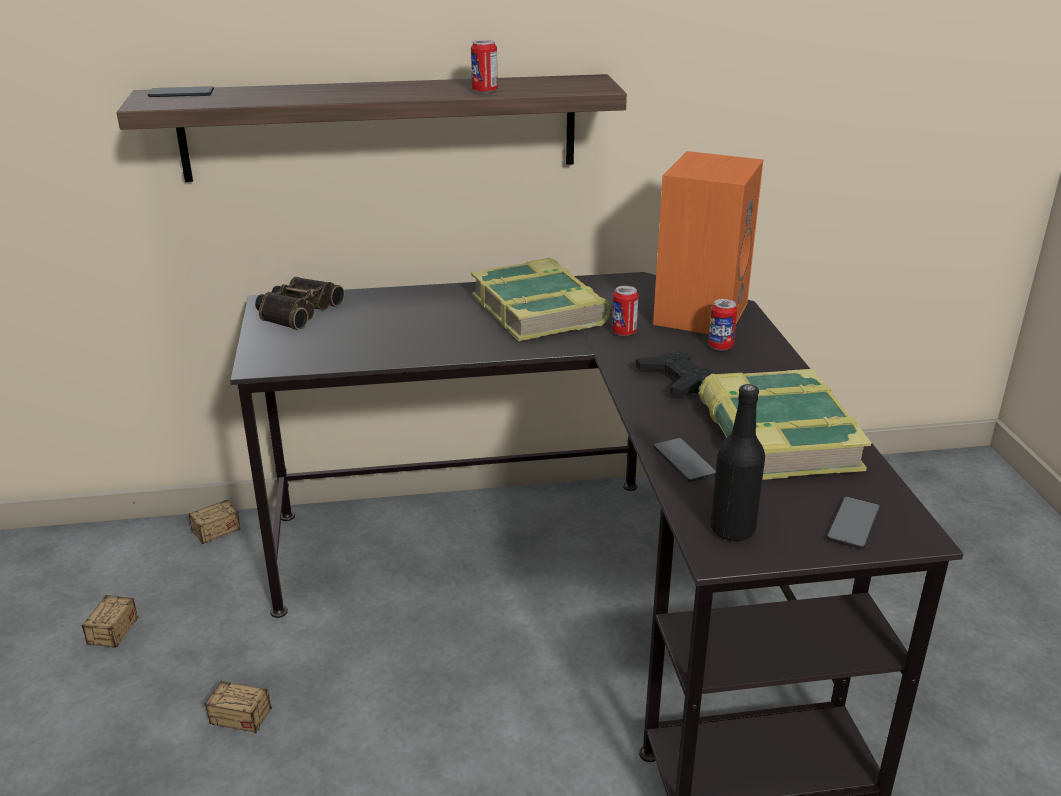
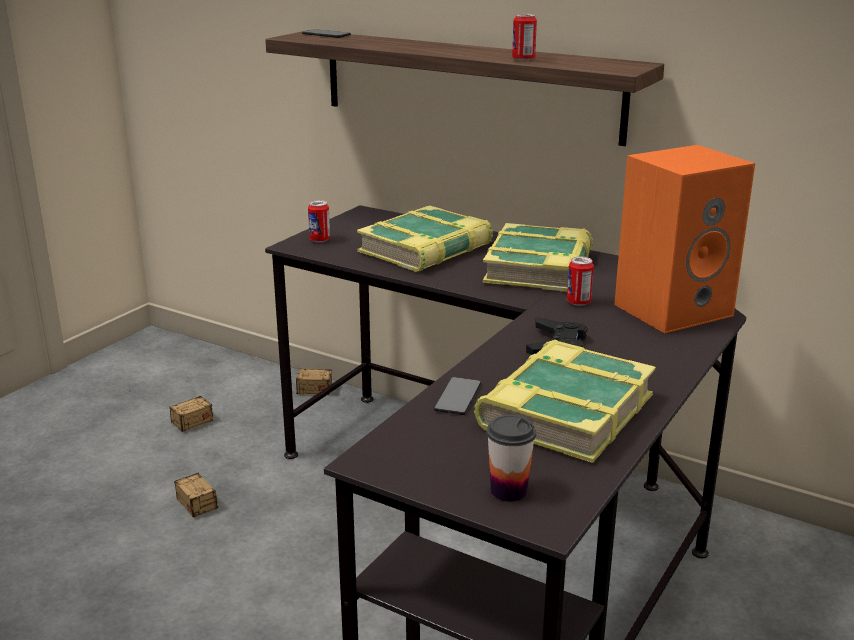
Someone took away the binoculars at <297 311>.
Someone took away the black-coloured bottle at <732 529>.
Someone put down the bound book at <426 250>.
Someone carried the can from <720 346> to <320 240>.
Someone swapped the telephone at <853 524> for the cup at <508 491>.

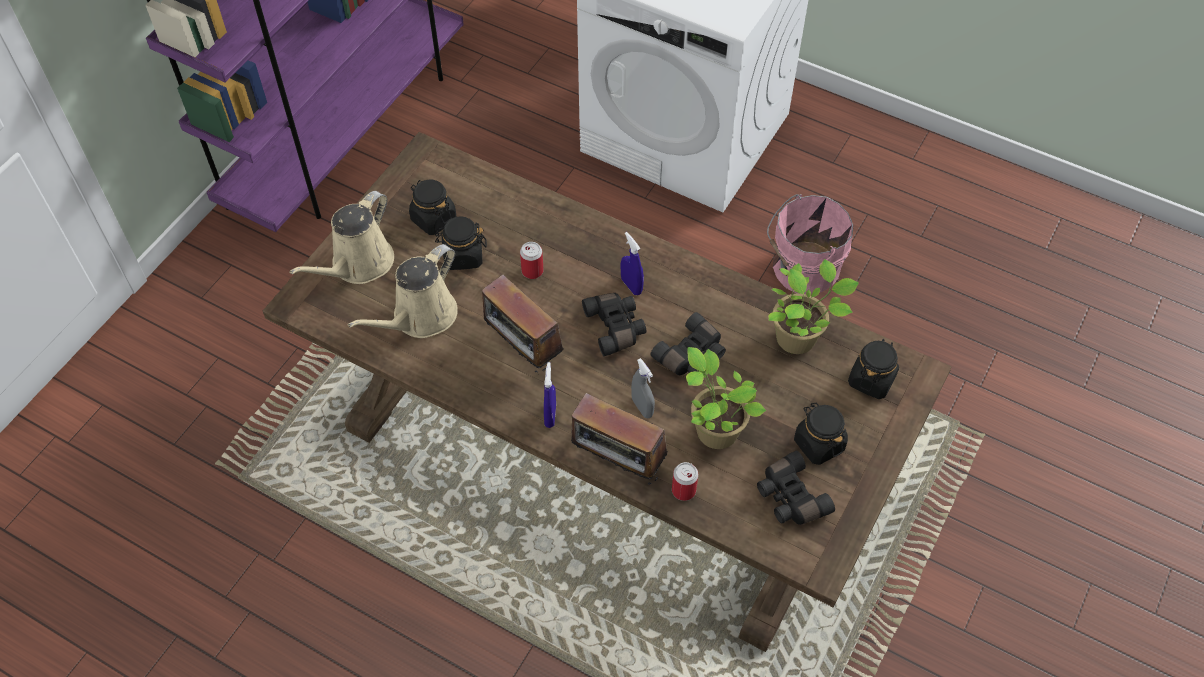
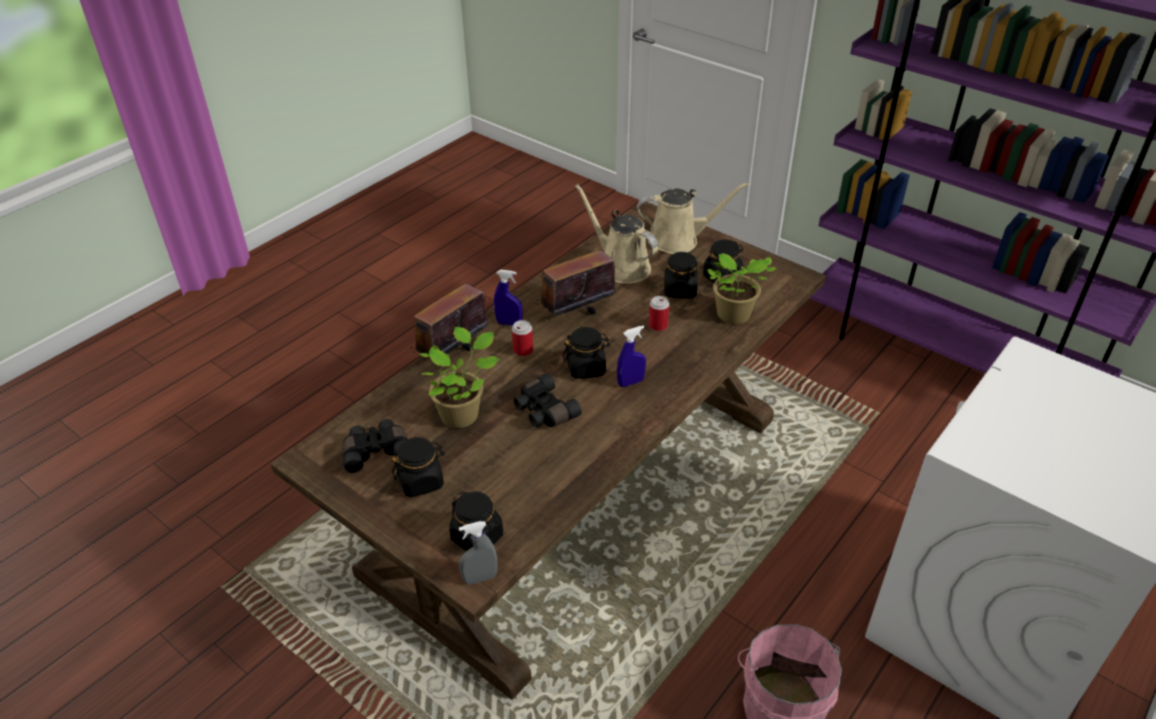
Someone carried the greyish spray bottle from <642 407> to <480 578>.
Someone carried the can from <683 490> to <523 350>.
Someone carried the plant in a pot from <799 338> to <733 316>.
Someone swapped the black-coloured binoculars at <616 327> for the black-coloured storage jar at <586 368>.
Someone rotated the sand-coloured watering pot at <358 265> by 135 degrees clockwise.

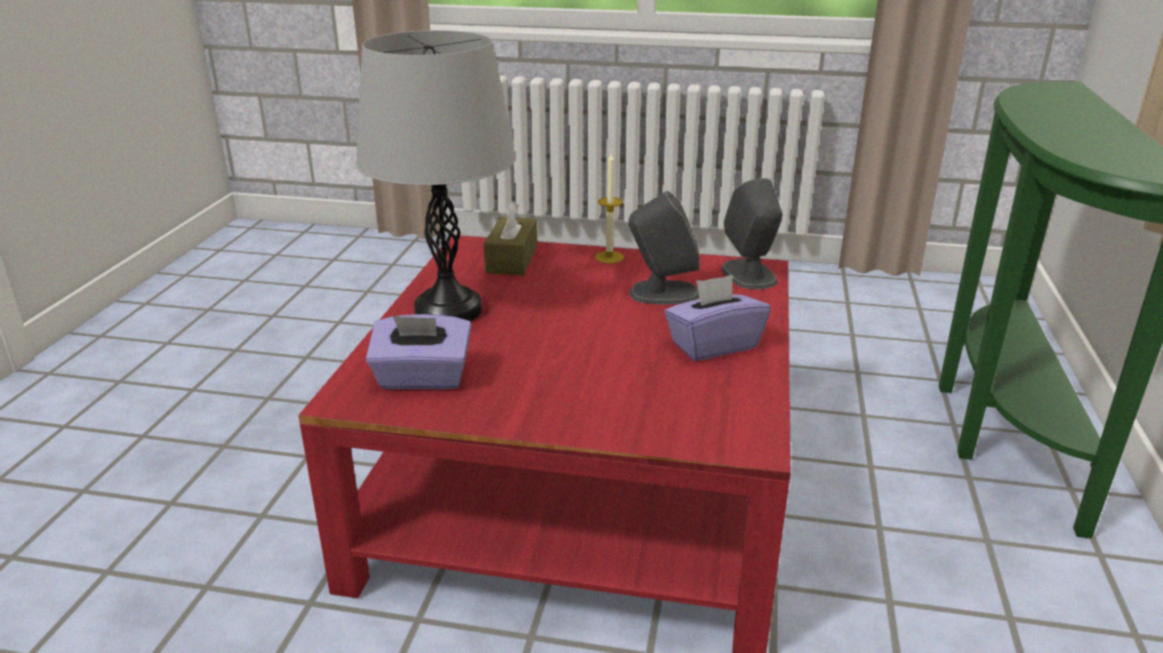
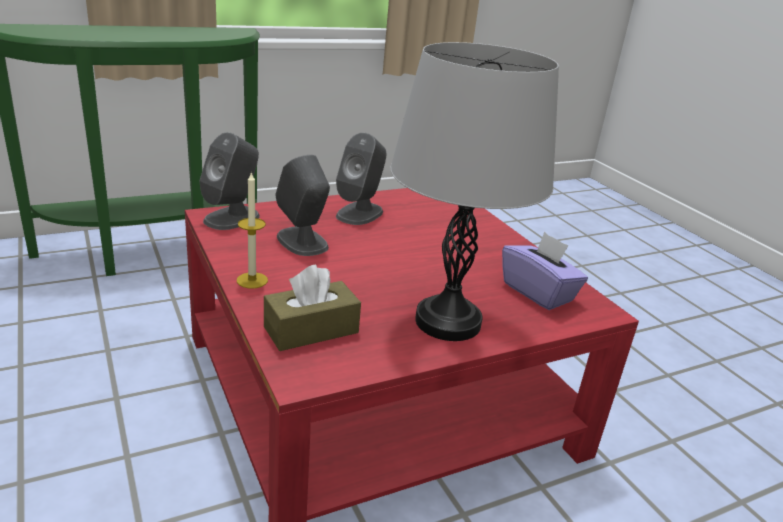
Someone swapped the purple box of tissues at <713 345> for the greyish loudspeaker at <360 213>.

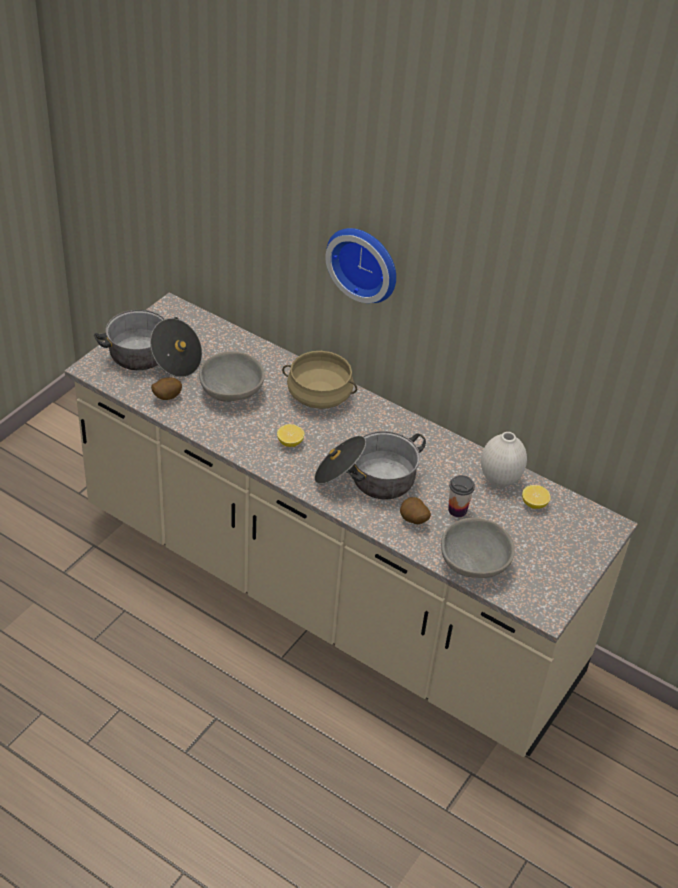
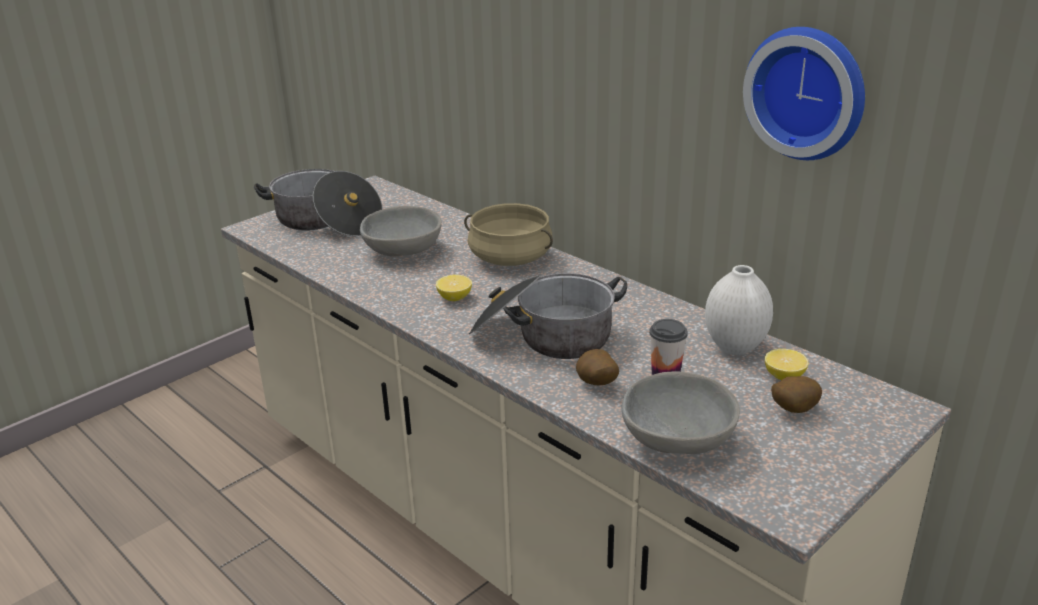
Someone carried the whole potato from <166 397> to <792 410>.
Someone carried the hanging clock from <365 262> to <808 92>.

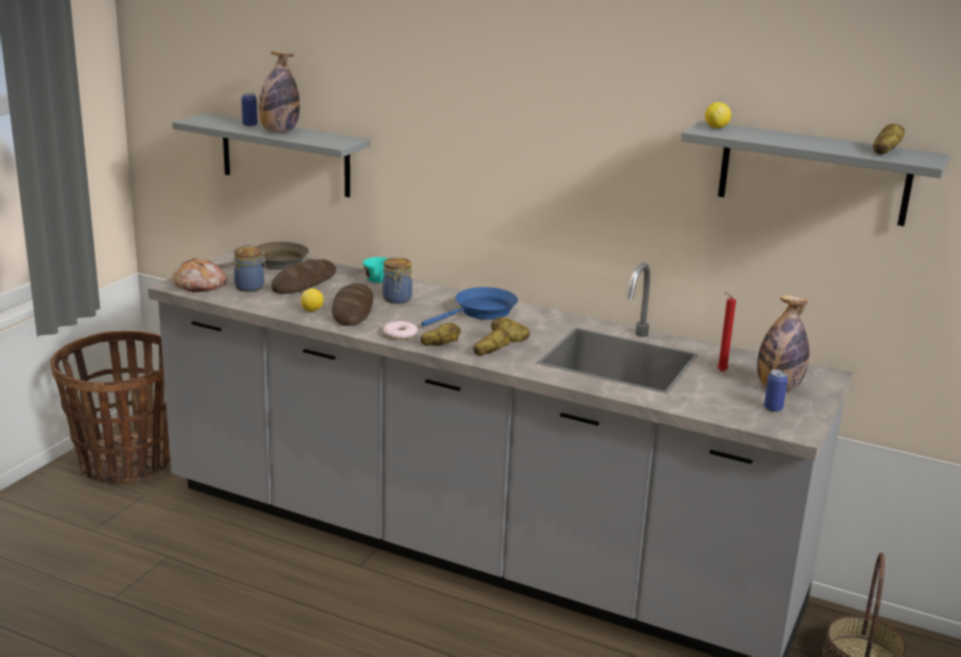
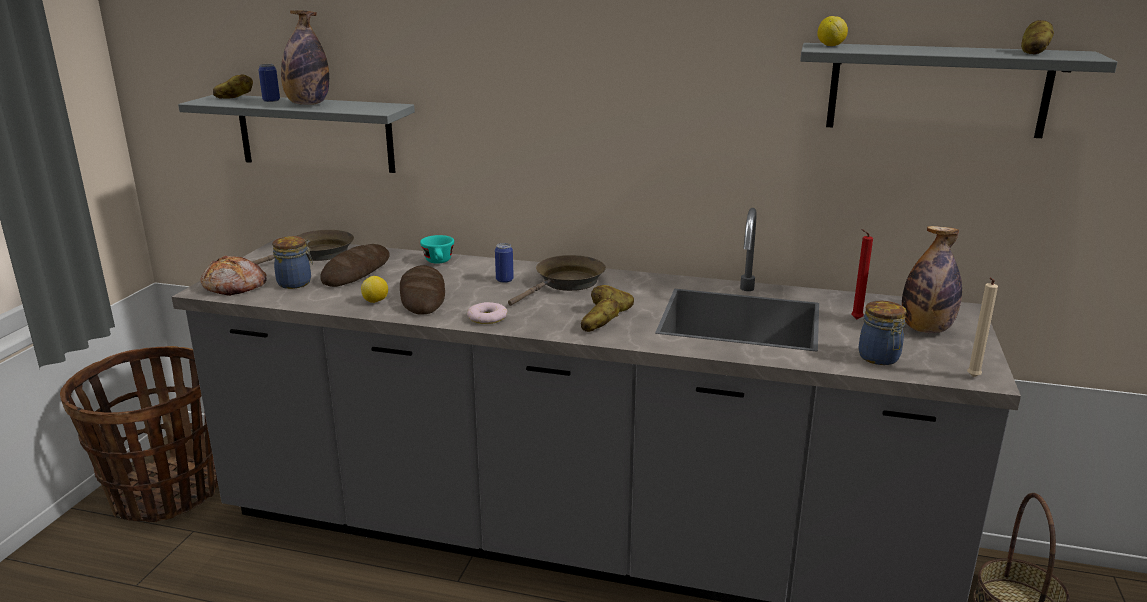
Someone put down the sand-coloured candle at <972 378>.
Someone carried the storage jar from <397 299> to <879 358>.
Someone carried the whole potato from <440 345> to <235 98>.
Someone carried the can from <773 408> to <504 280>.
Someone repainted the bluish frying pan at <481 312>, which became the brown-coloured frying pan at <566 283>.

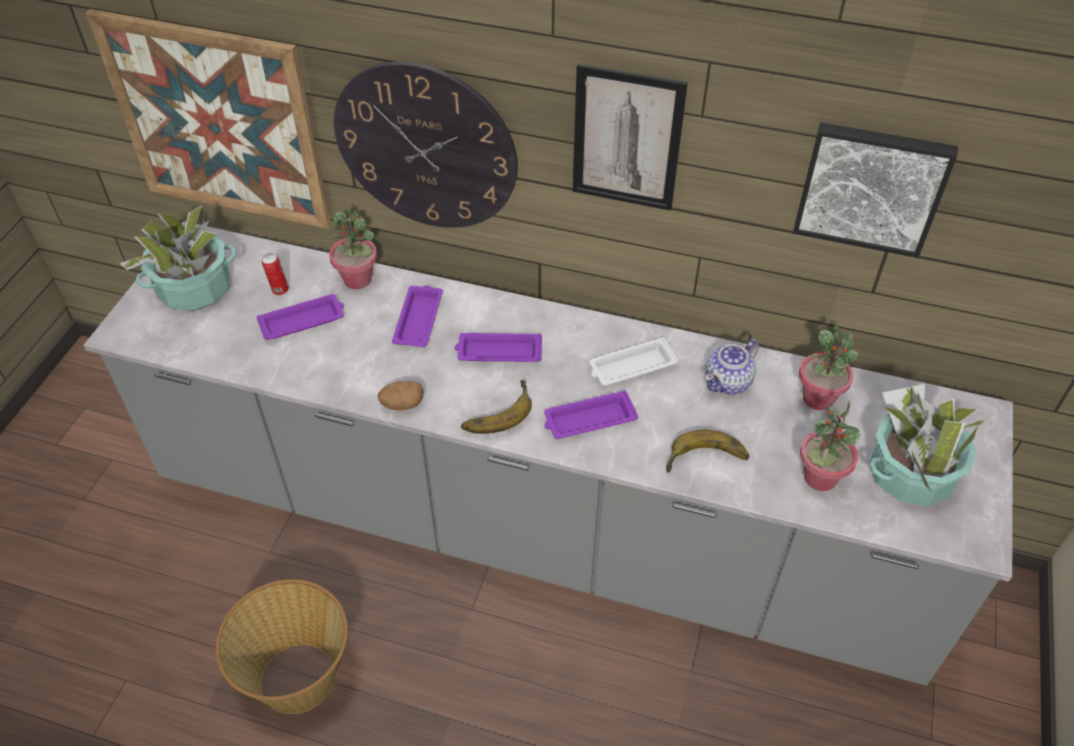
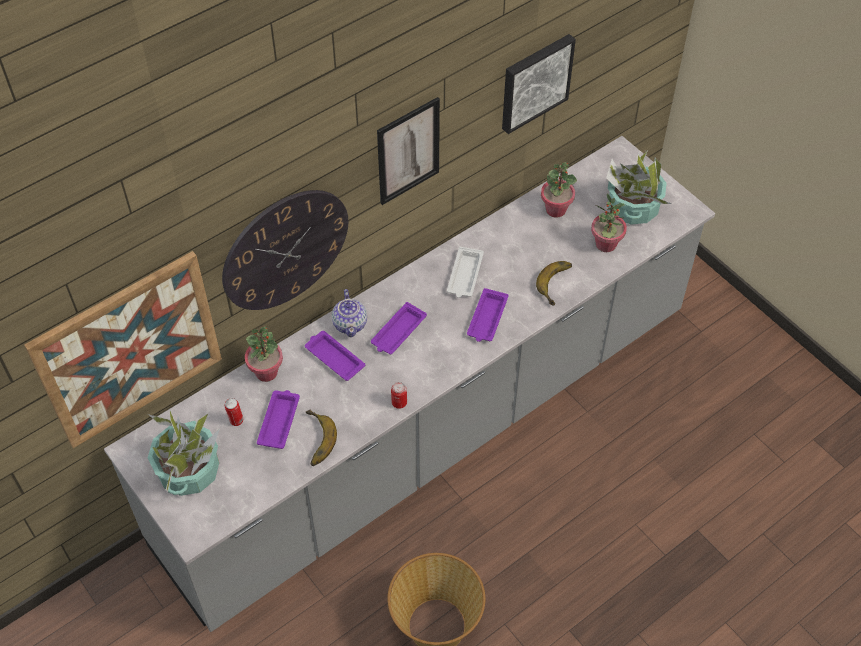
Someone carried the whole banana from <495 411> to <314 440>.
Someone carried the teapot from <728 382> to <350 323>.
Someone swapped the whole potato at <402 404> for the can at <399 402>.

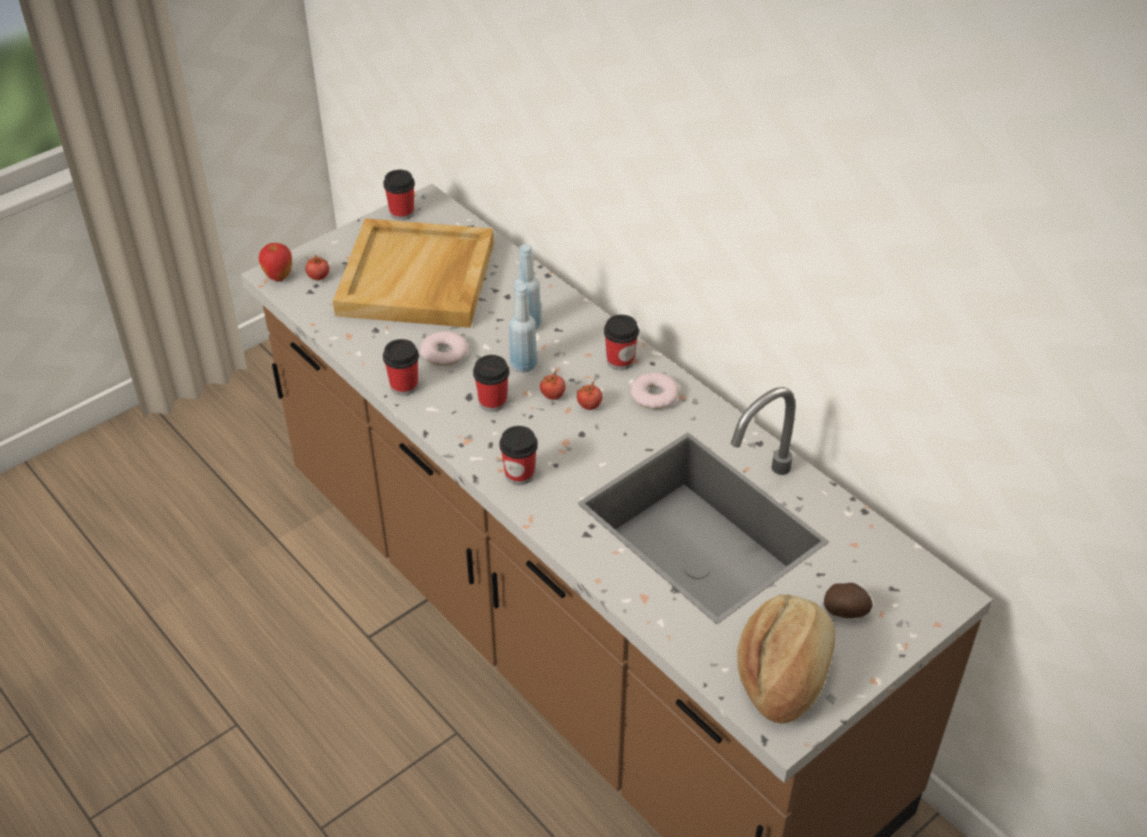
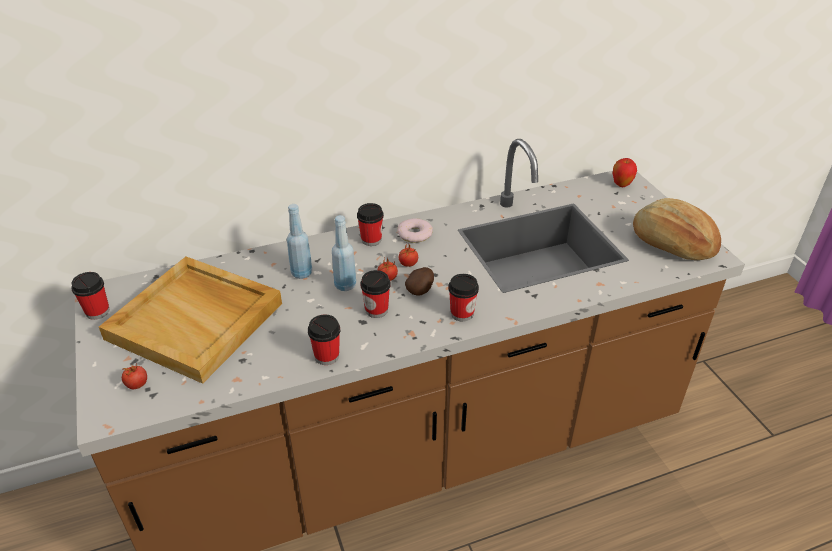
Someone took away the donut at <444 353>.
Someone carried the whole apple from <278 277> to <621 185>.
Someone carried the whole potato from <846 611> to <421 290>.

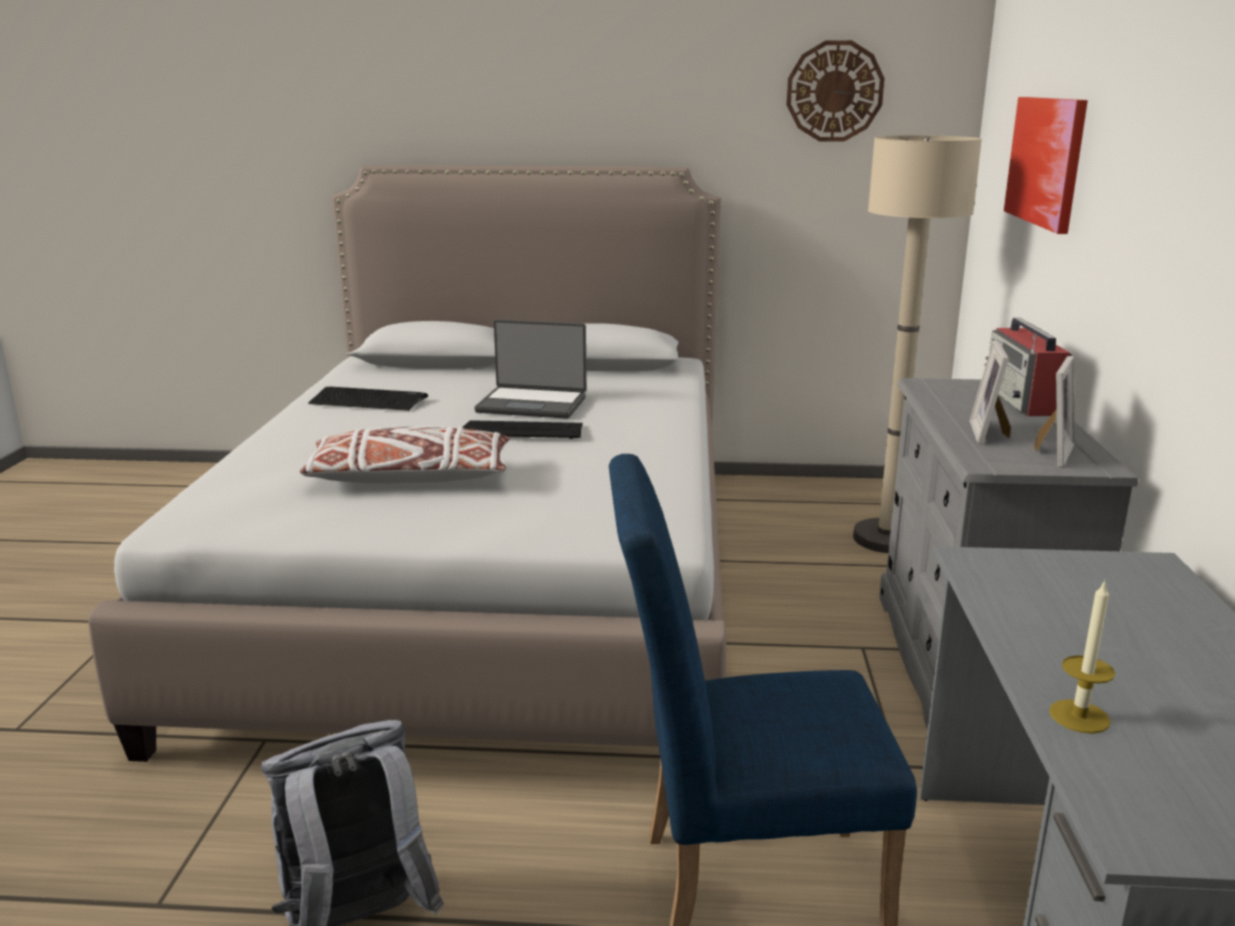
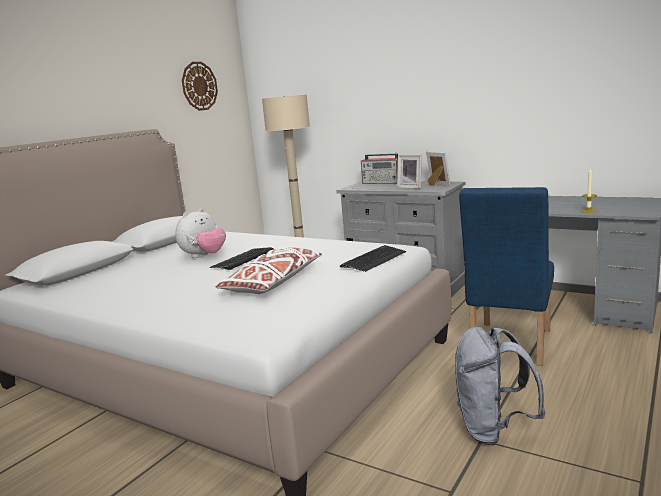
Someone took away the picture at <1046 161>.
Someone carried the computer keyboard from <368 401> to <374 259>.
Someone swapped the notebook computer at <532 404> for the cuddly toy at <204 256>.

